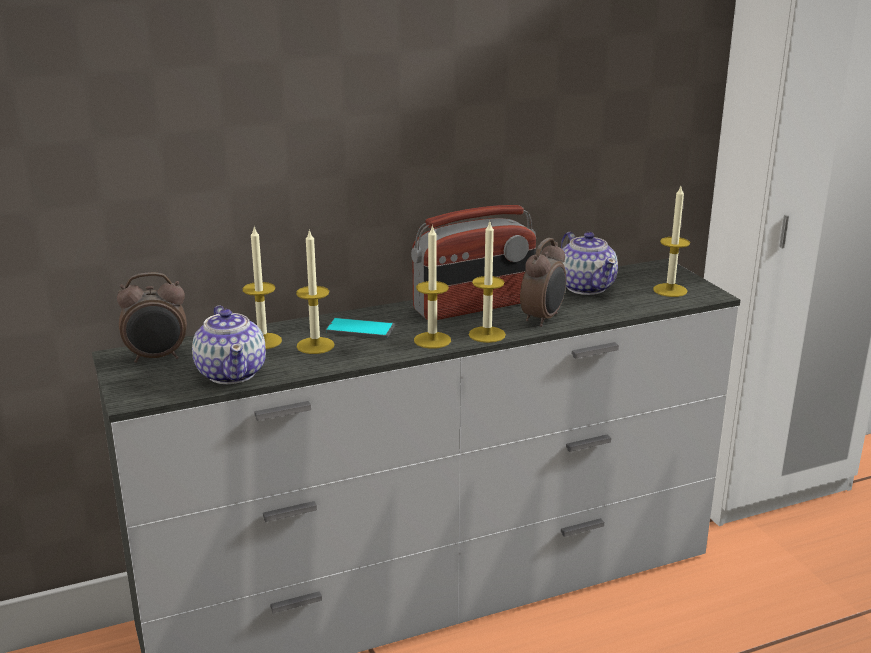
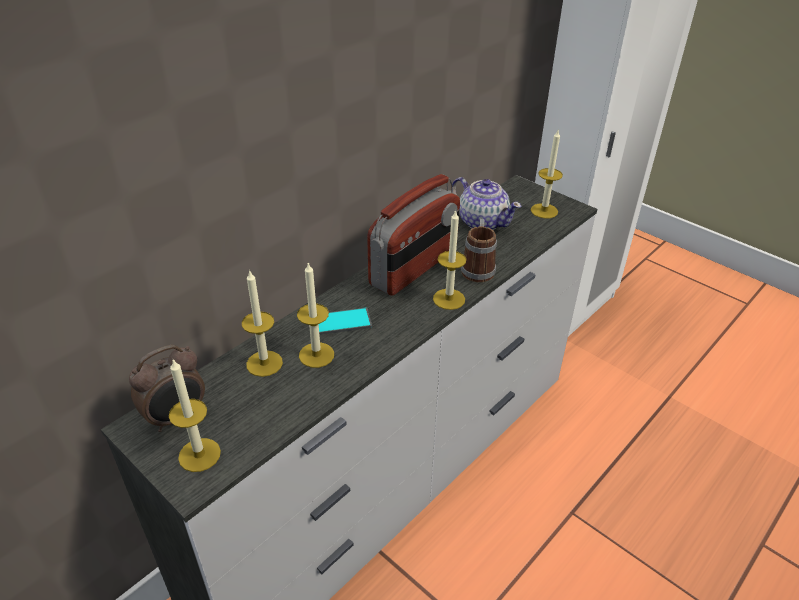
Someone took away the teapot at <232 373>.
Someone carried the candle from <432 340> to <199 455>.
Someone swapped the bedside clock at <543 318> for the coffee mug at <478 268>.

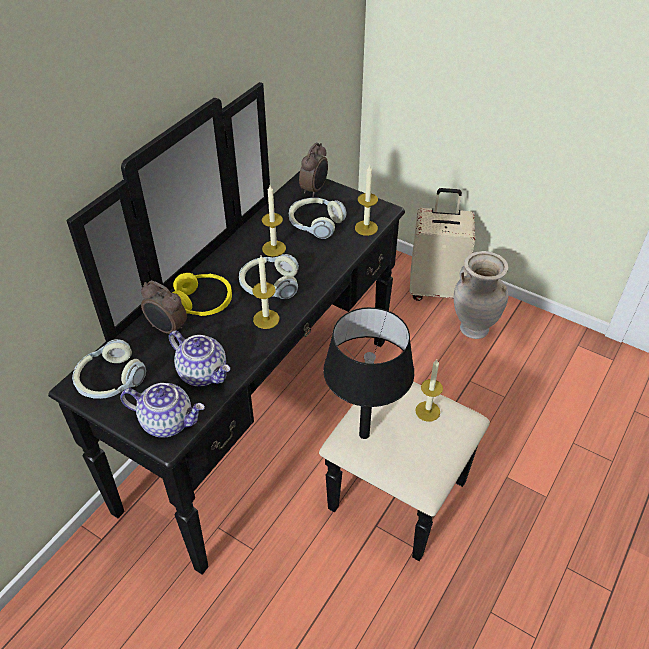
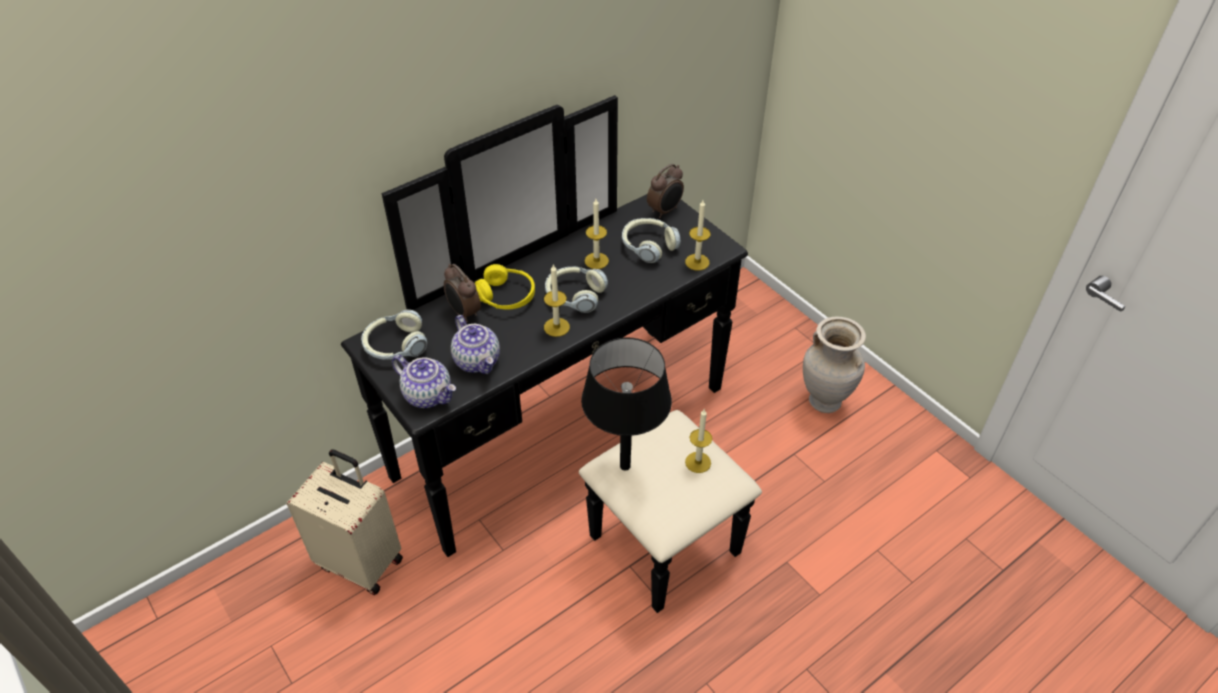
Someone carried the sand-coloured piece of luggage from <436 289> to <362 561>.

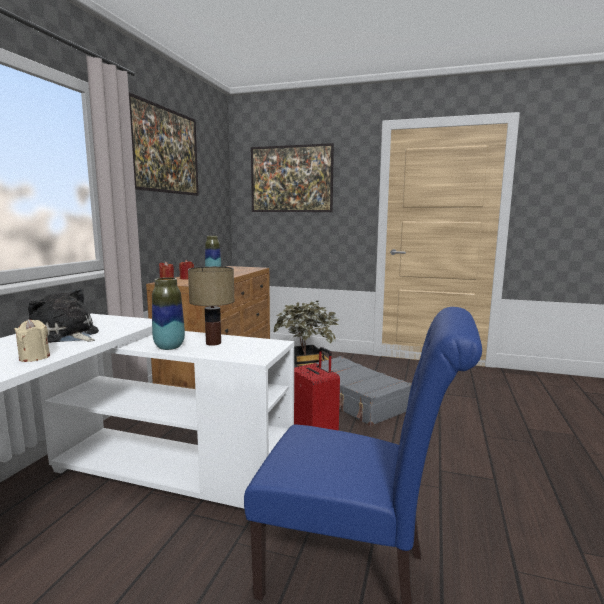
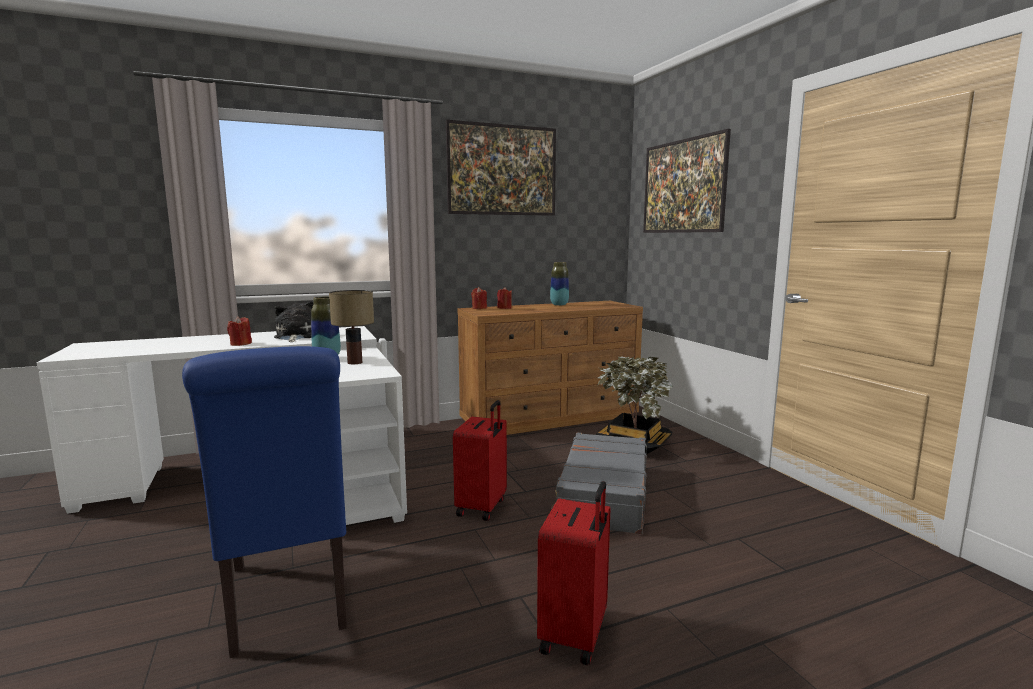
Someone put down the reddish piece of luggage at <575 635>.
Someone repainted the sand-coloured candle at <34 357>, which became the reddish candle at <240 344>.

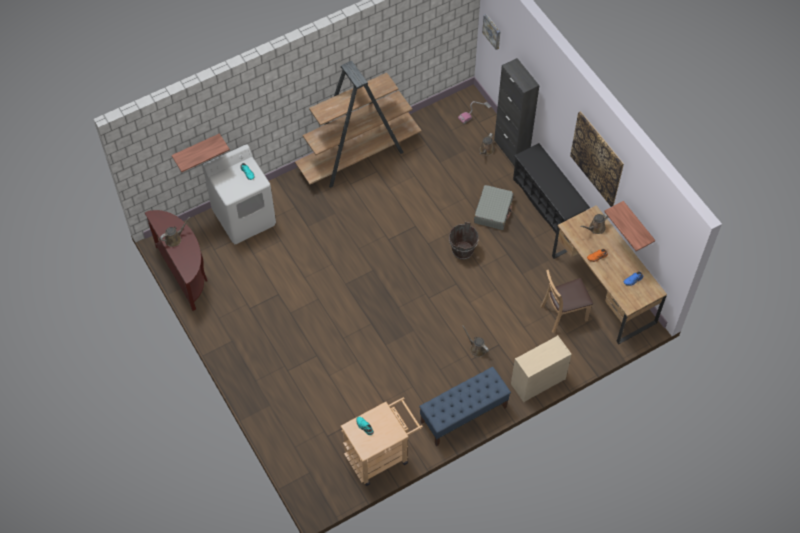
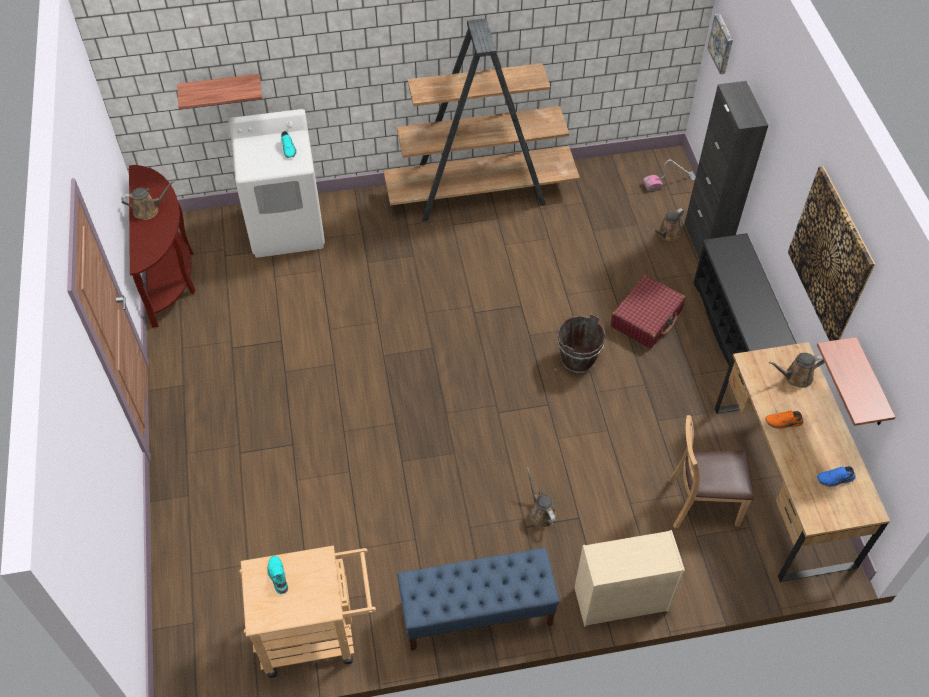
Someone repainted the greyish piece of luggage at <493 211>, which became the reddish piece of luggage at <646 318>.

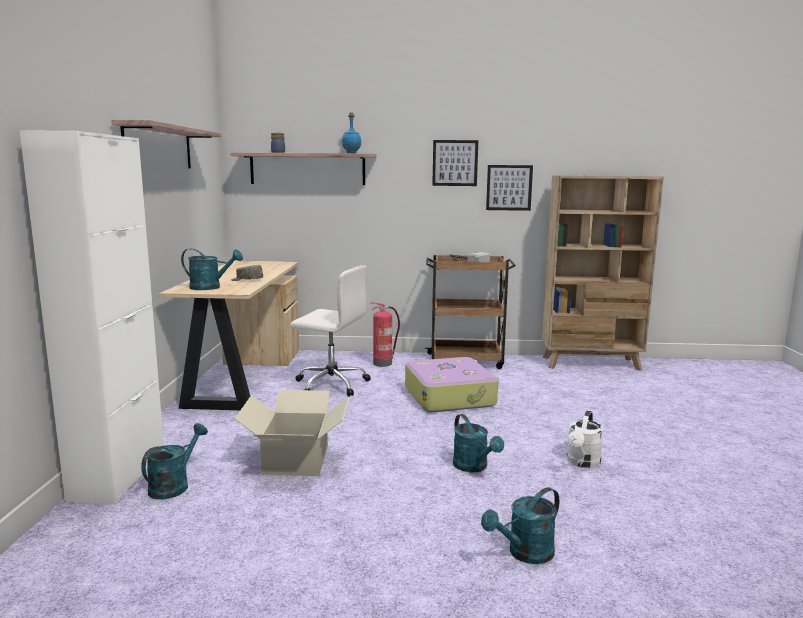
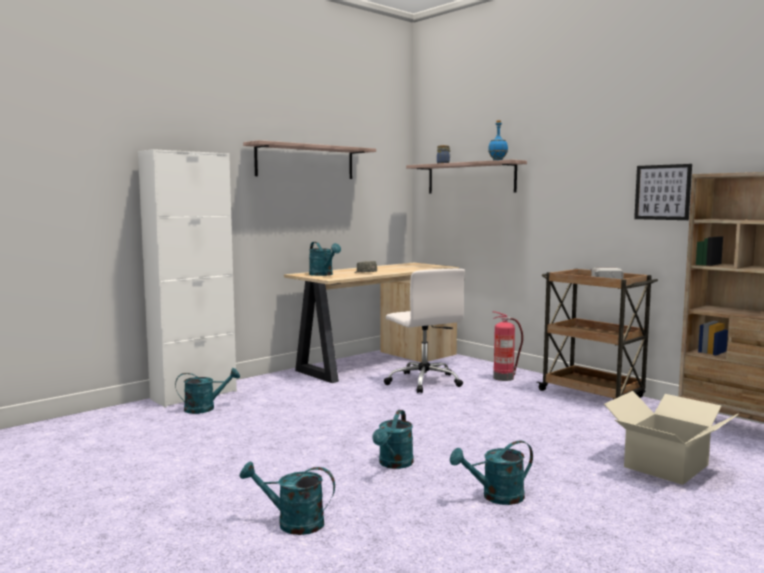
Someone took away the piece of luggage at <450 396>.
Someone took away the picture at <455 163>.
Someone carried the packing box from <297 460> to <667 466>.
Someone repainted the white-coloured watering pot at <582 462>, which became the turquoise watering pot at <496 497>.

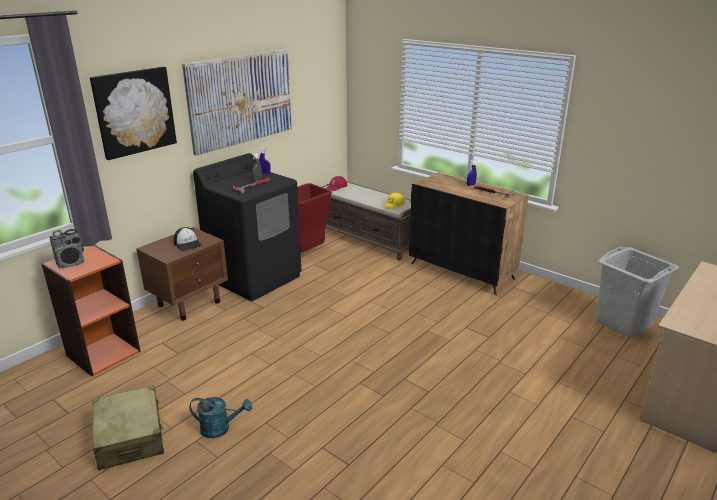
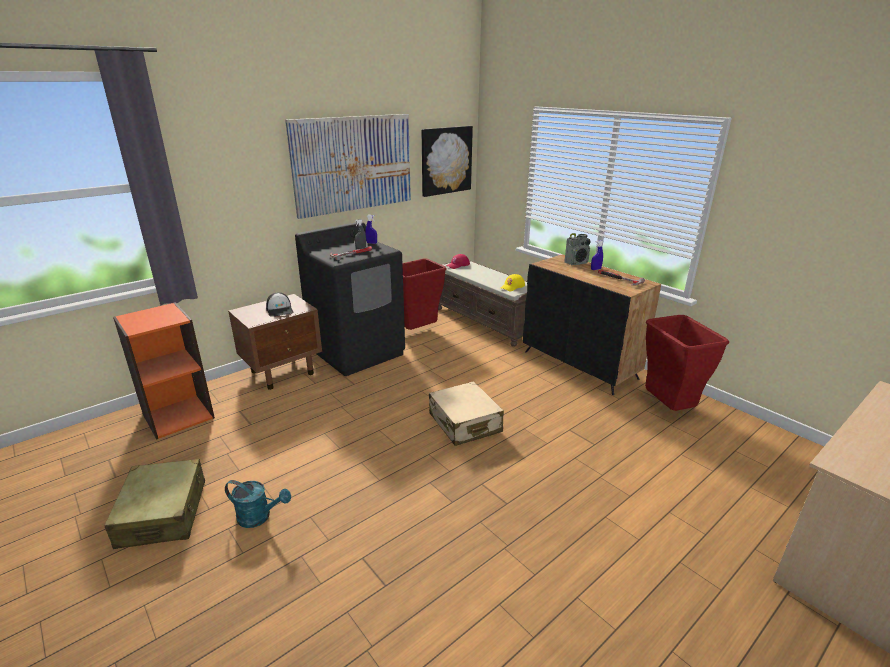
Someone took away the greyish laundry basket at <623 323>.
Someone put down the sand-coloured piece of luggage at <464 423>.
Someone put down the reddish rubbish bin at <668 409>.
Someone carried the radio set from <71 263> to <576 263>.
Someone carried the picture from <134 112> to <446 160>.

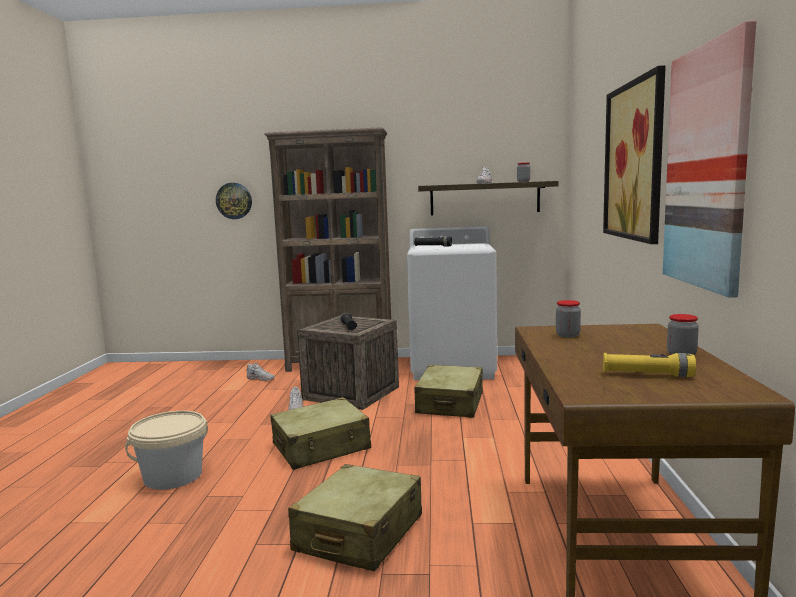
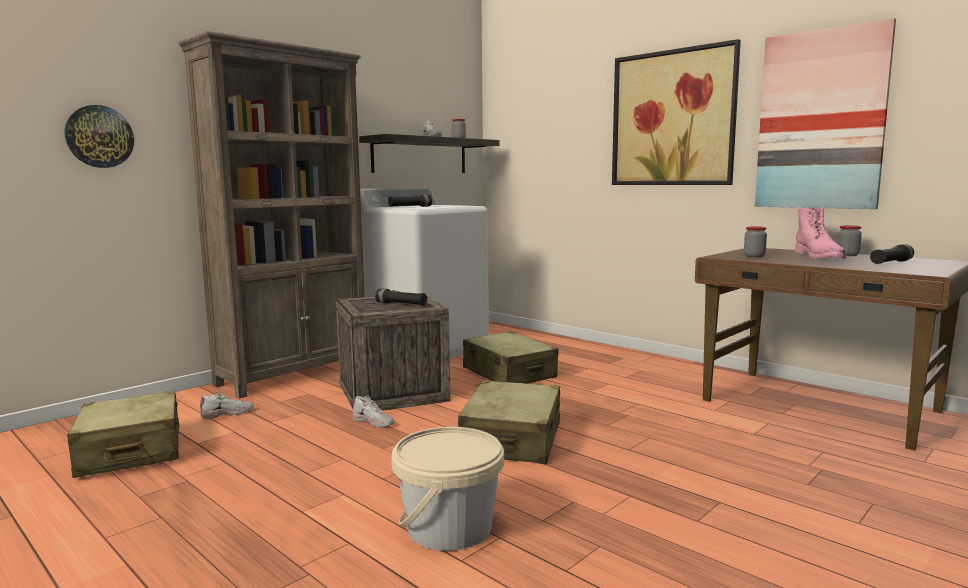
Someone put down the pink-coloured boot at <820 257>.
Someone carried the sand-coloured piece of luggage from <359 534> to <131 452>.
Someone repainted the yellow-coloured flashlight at <647 375>, which became the black-coloured flashlight at <891 263>.

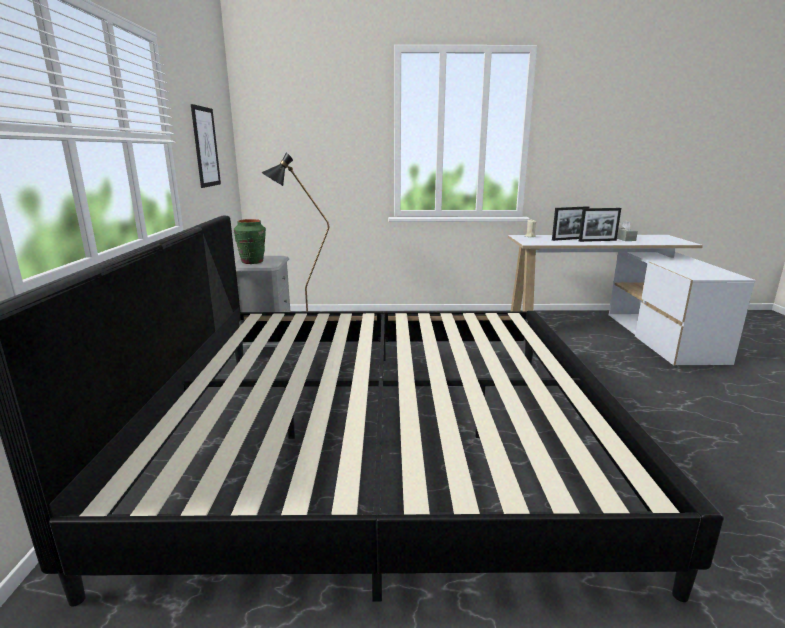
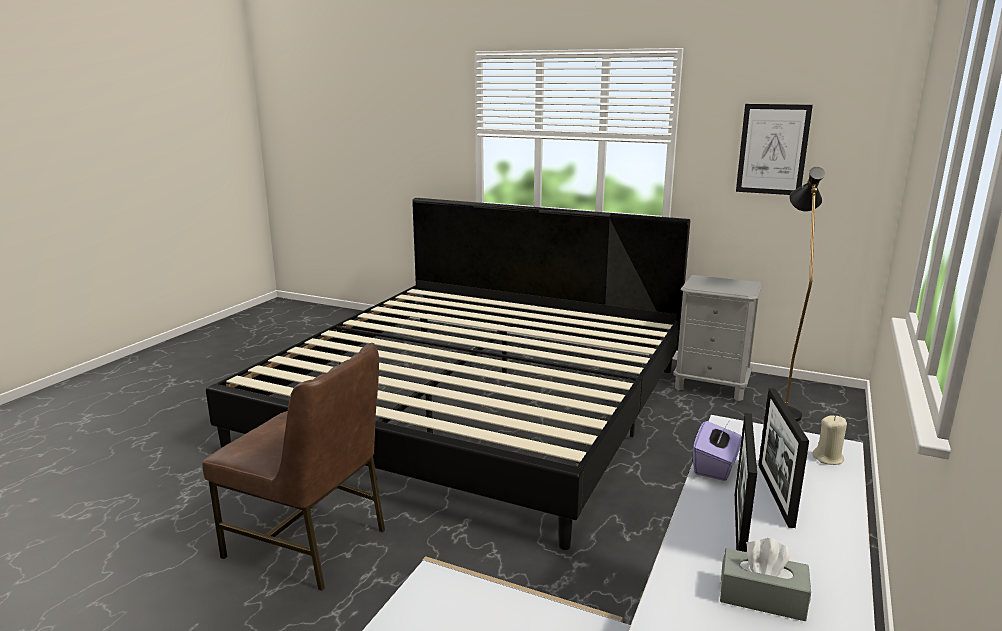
Someone took away the greenish decorative vase at <252 262>.
Someone put down the brown-coloured upright chair at <309 543>.
Someone put down the purple box of tissues at <715 467>.

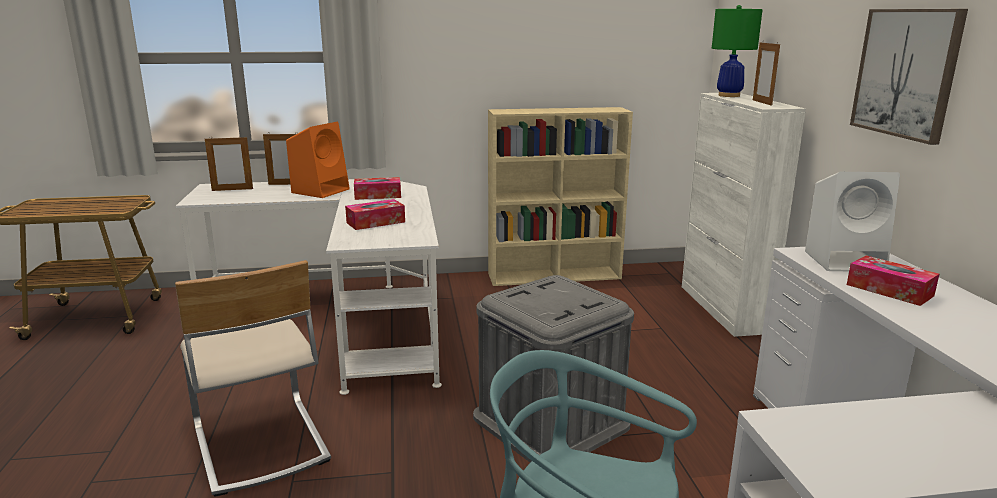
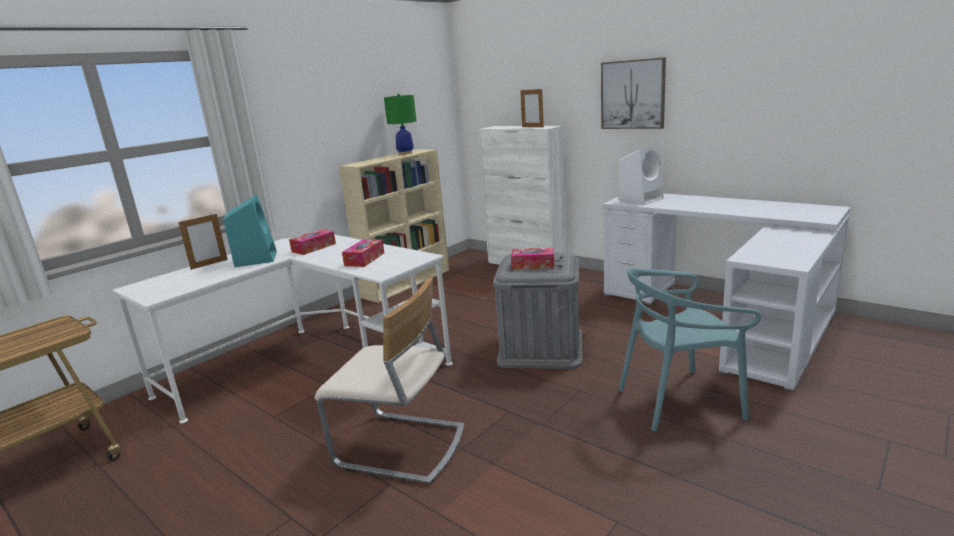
Someone took away the standing frame at <232 189>.
Someone carried the greenish lamp for a table from <729 95> to <405 153>.
Someone carried the box of tissues from <889 290> to <533 265>.
Someone repainted the orangey loudspeaker at <321 190>, which became the turquoise loudspeaker at <256 258>.

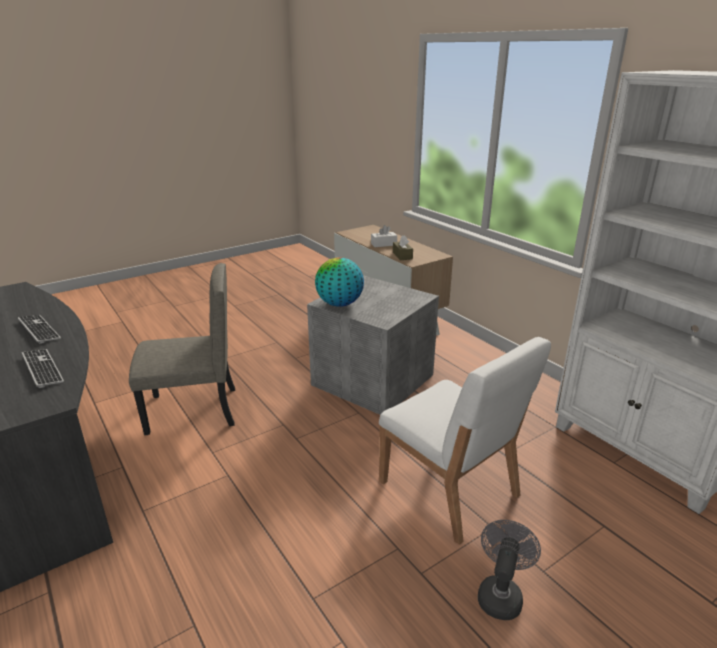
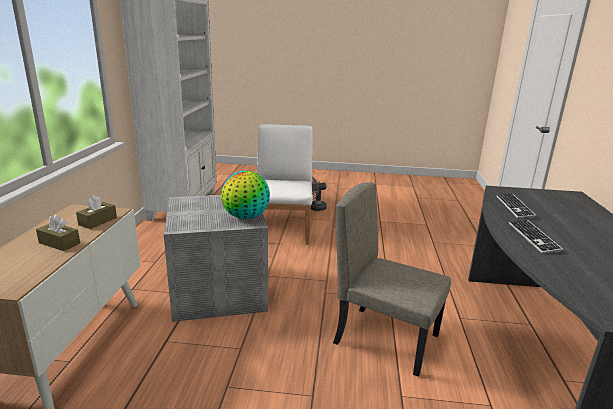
Someone repainted the white-coloured box of tissues at <383 244>, which became the brown-coloured box of tissues at <59 243>.

